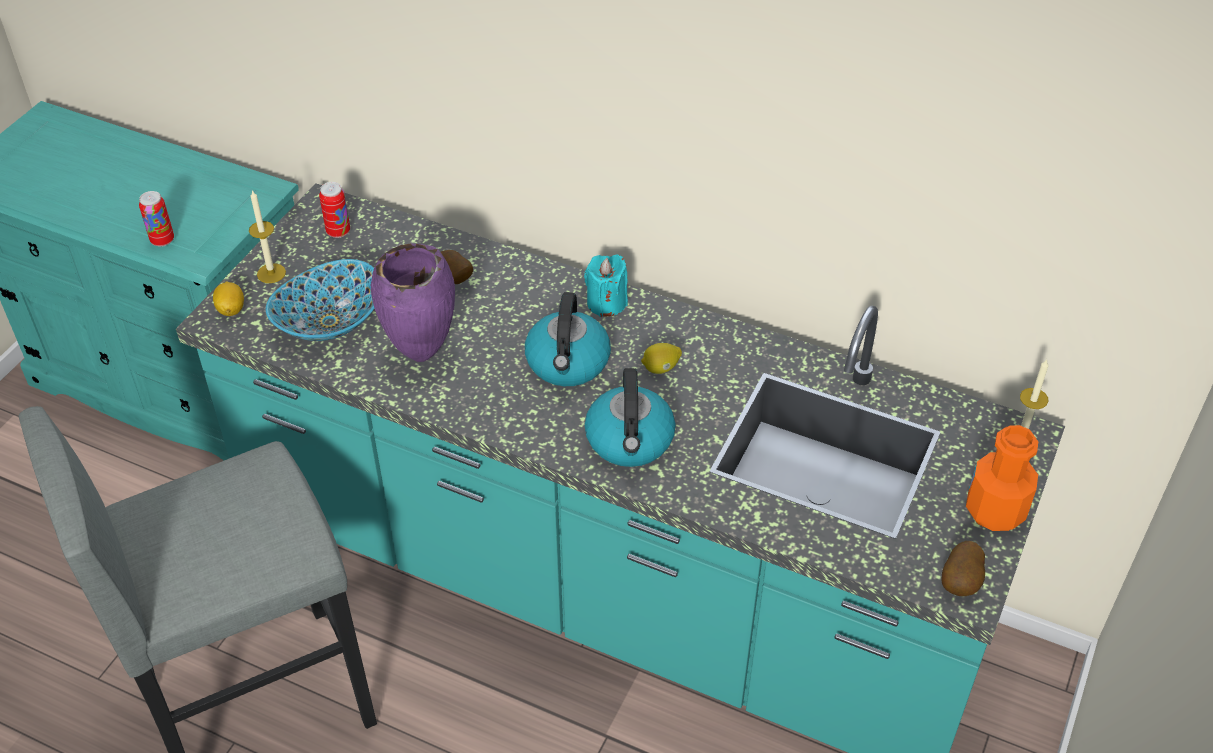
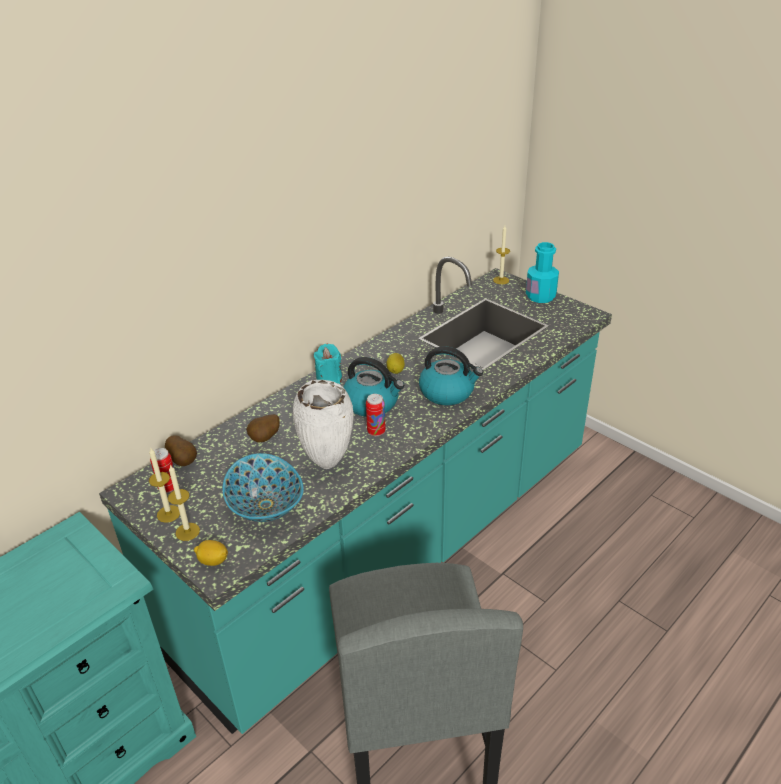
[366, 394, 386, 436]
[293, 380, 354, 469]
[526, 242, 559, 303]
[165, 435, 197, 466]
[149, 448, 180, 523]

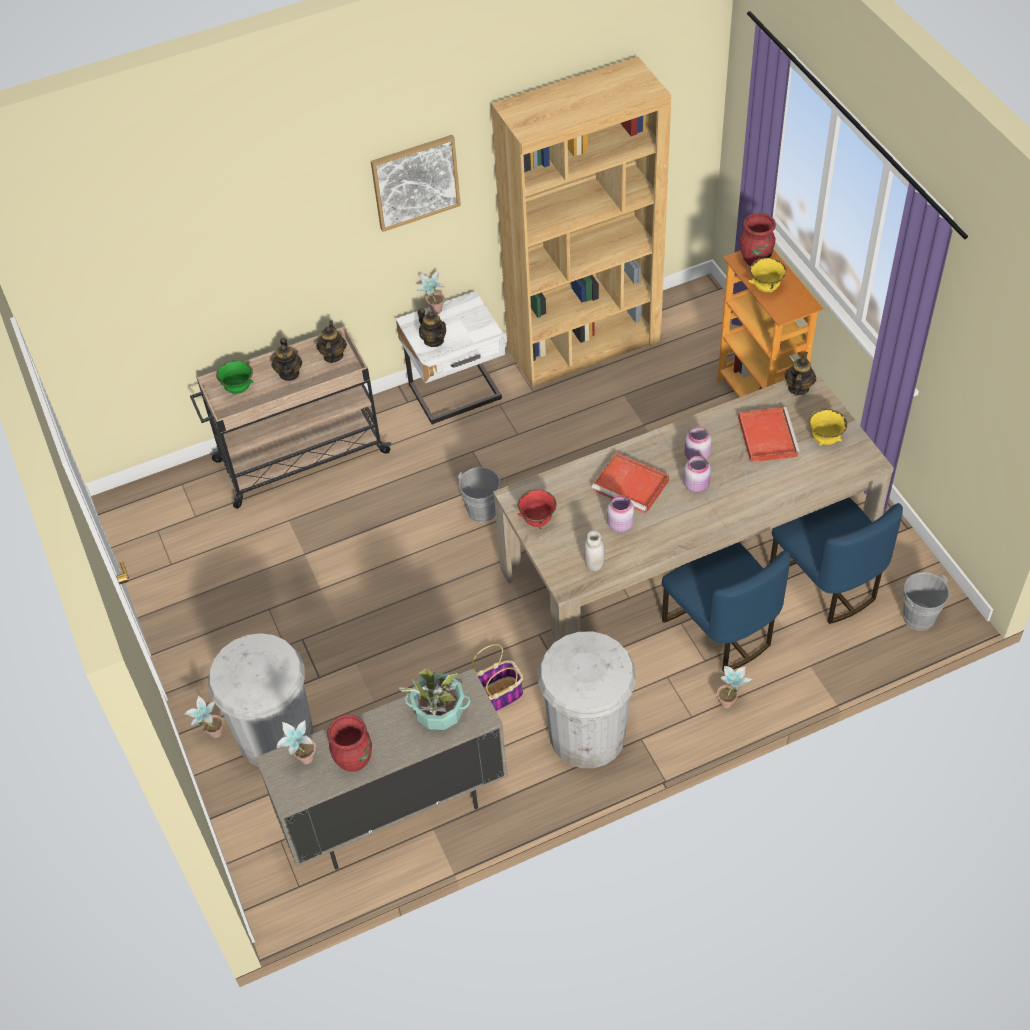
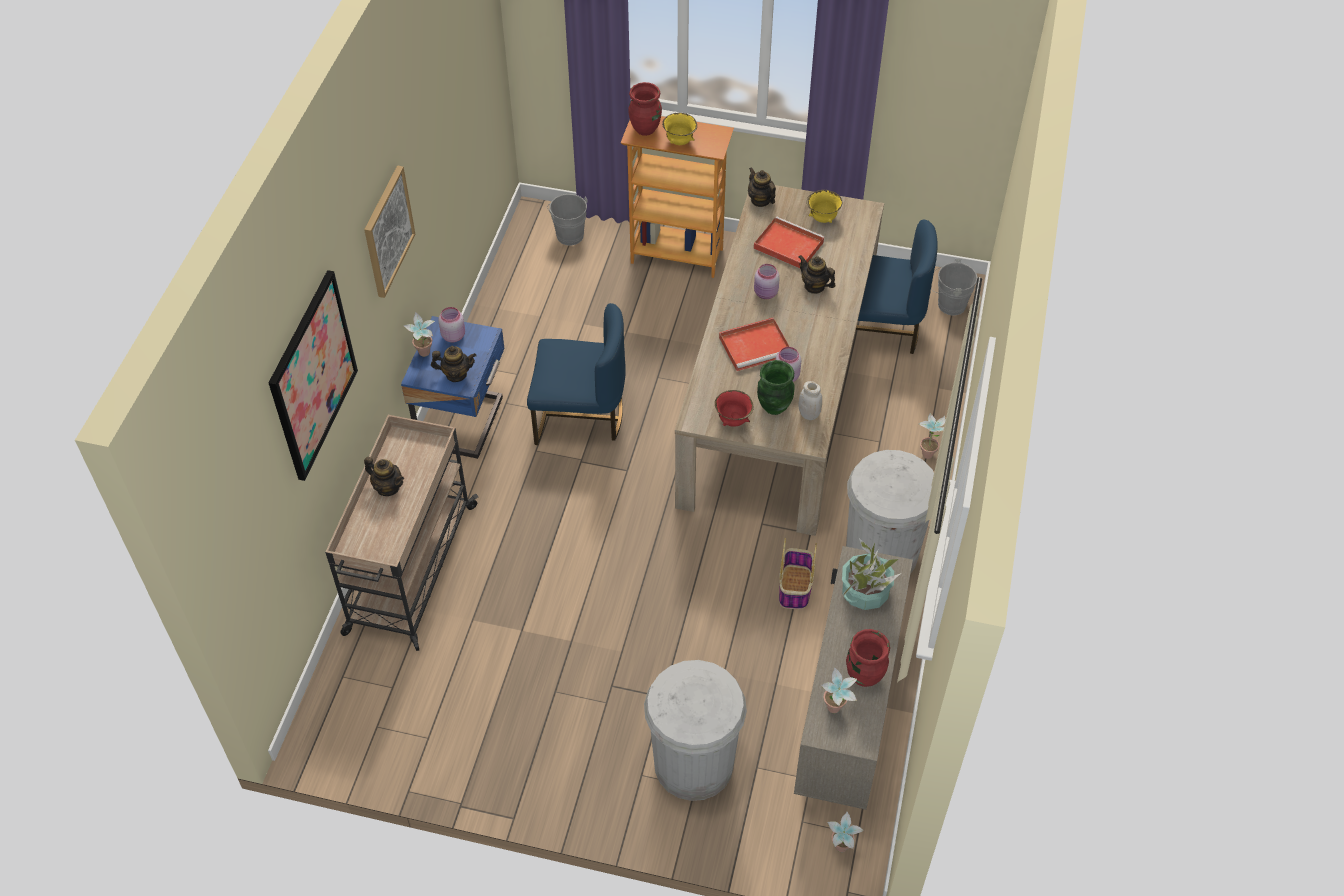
[491, 56, 671, 388] (first image)
[401, 316, 504, 459]
[798, 255, 836, 294]
[216, 360, 254, 395] (first image)
[438, 307, 465, 342]
[547, 194, 588, 245]
[527, 303, 626, 445]
[827, 812, 864, 852]
[269, 270, 358, 481]
[757, 360, 795, 415]

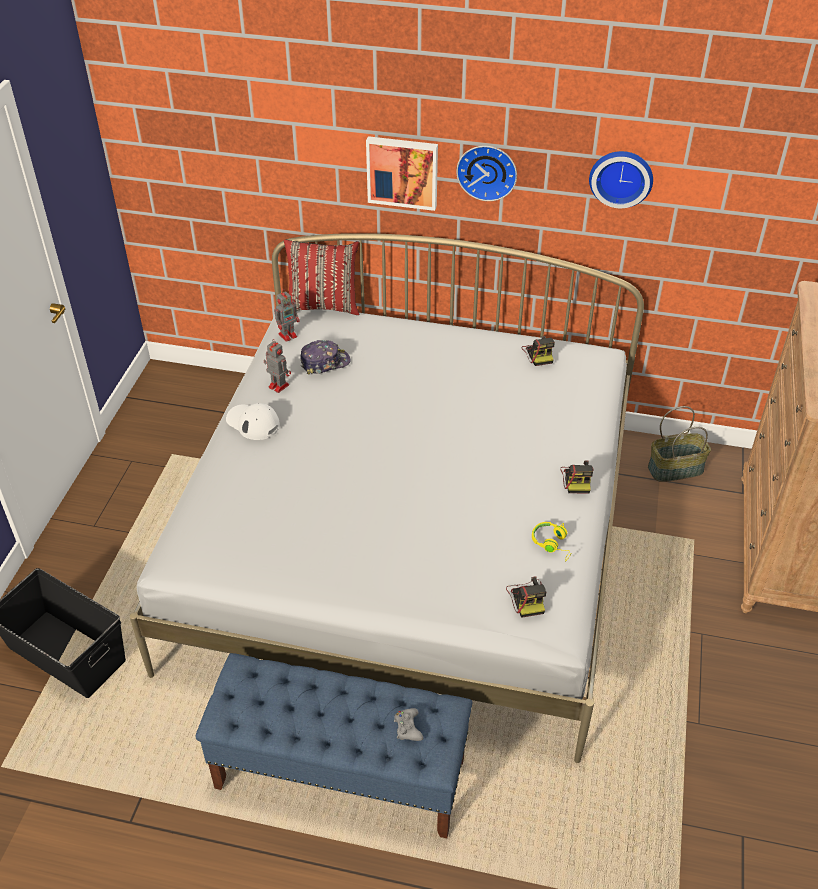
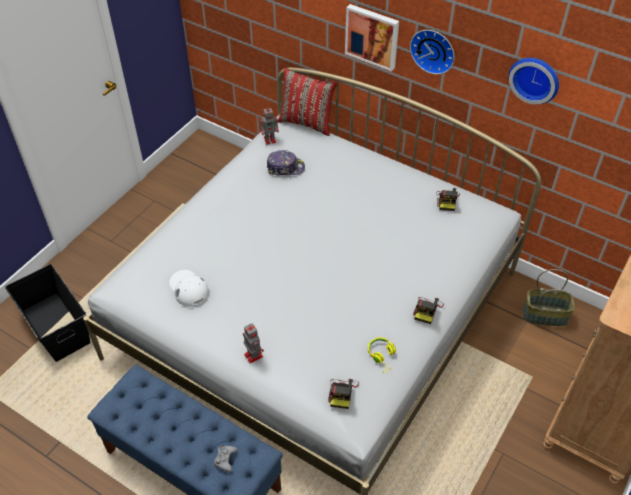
[243, 323, 264, 364]
[169, 270, 209, 307]

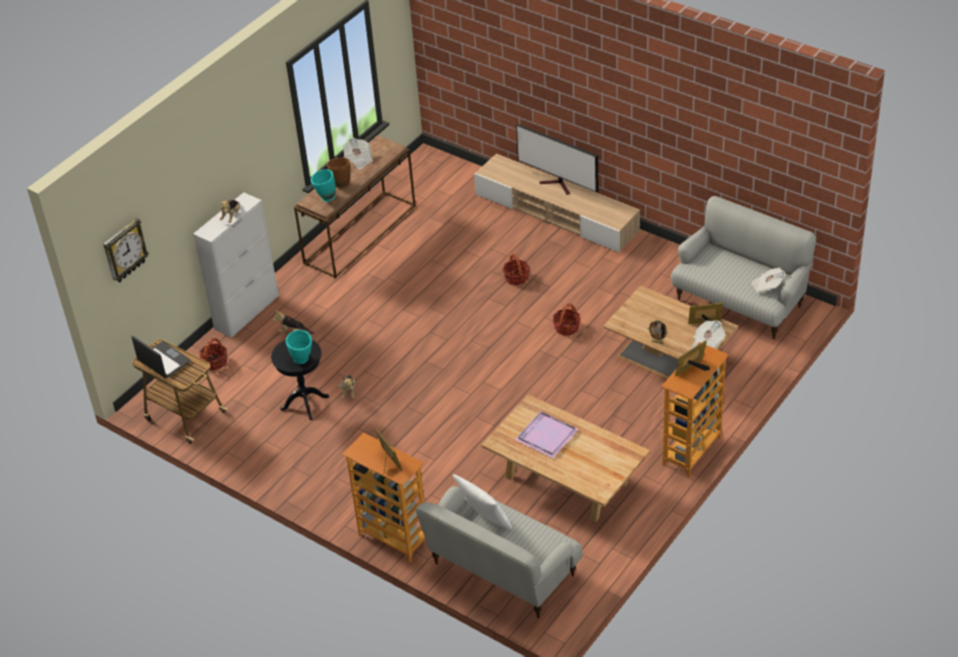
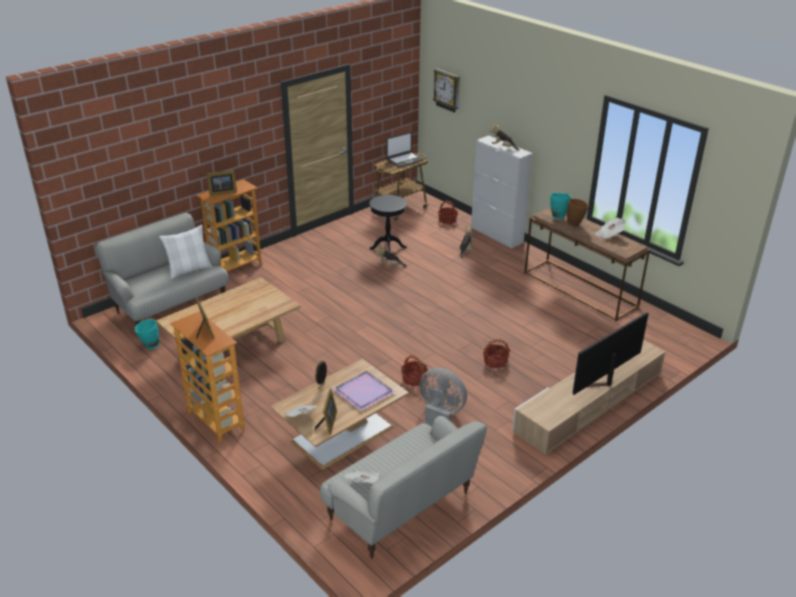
[135, 319, 160, 350]
[333, 371, 395, 411]
[419, 368, 467, 427]

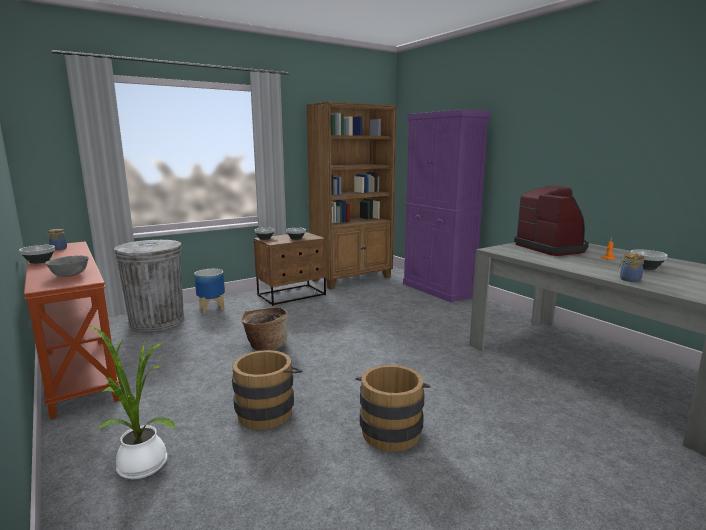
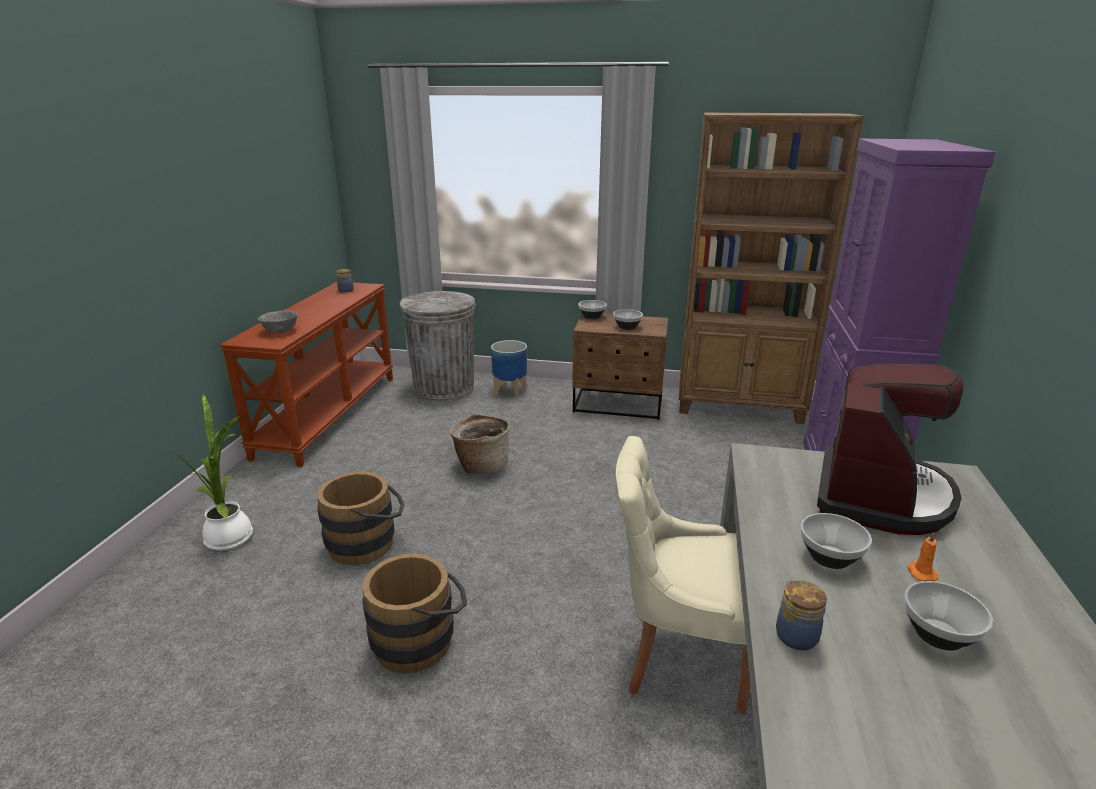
[801, 513, 872, 569]
[616, 436, 750, 714]

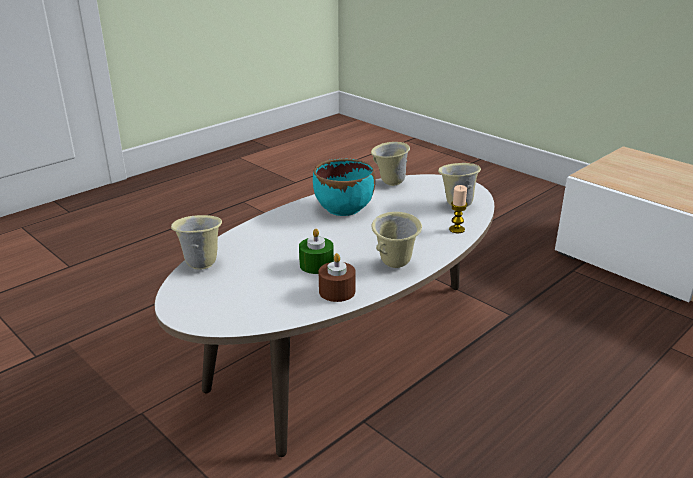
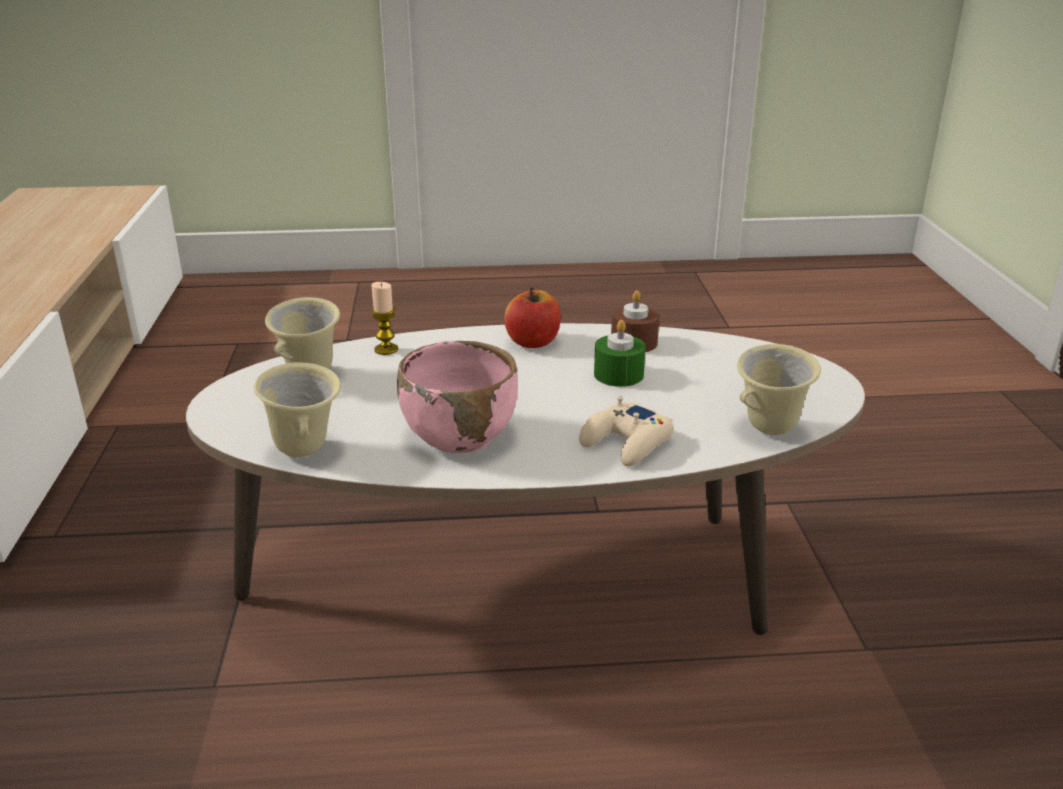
[397, 341, 518, 453]
[504, 287, 561, 348]
[579, 396, 674, 467]

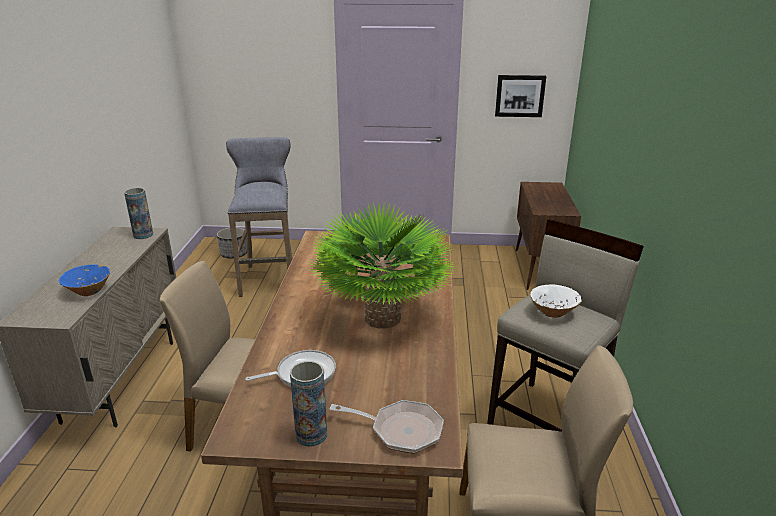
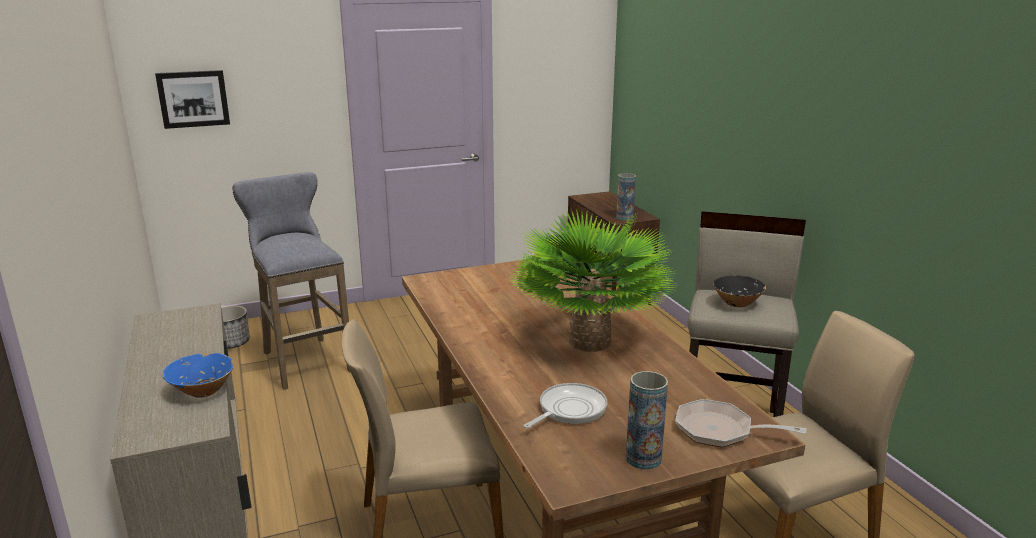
[155, 70, 230, 129]
[616, 173, 636, 221]
[713, 276, 766, 307]
[675, 399, 807, 447]

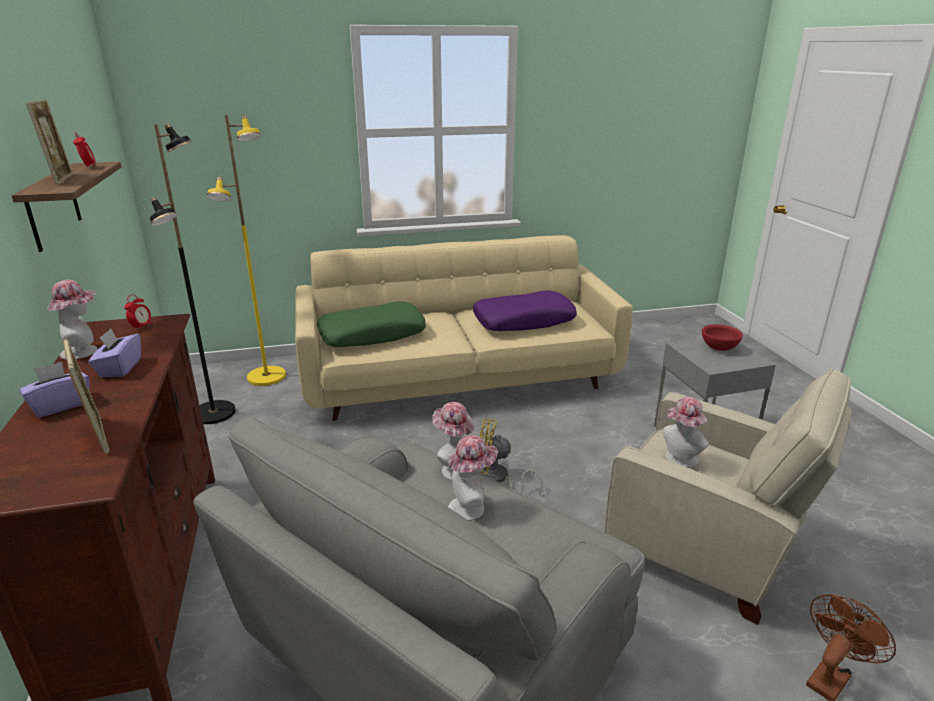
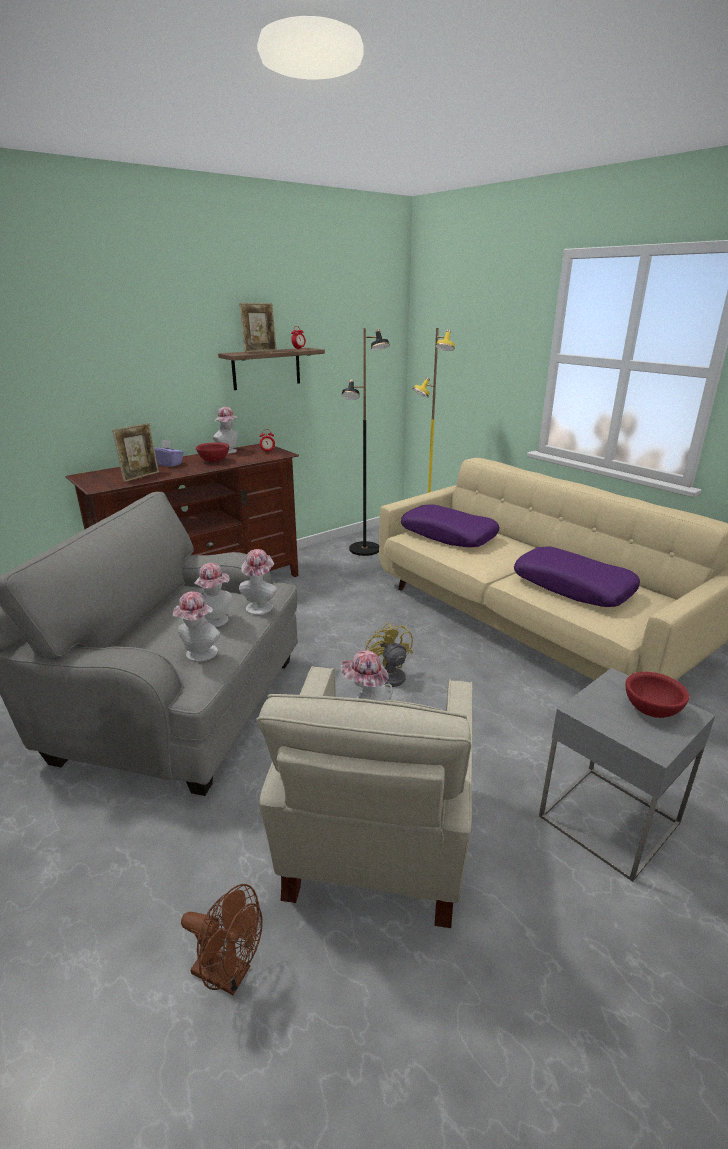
[401, 504, 500, 547]
[196, 442, 229, 462]
[173, 591, 220, 662]

